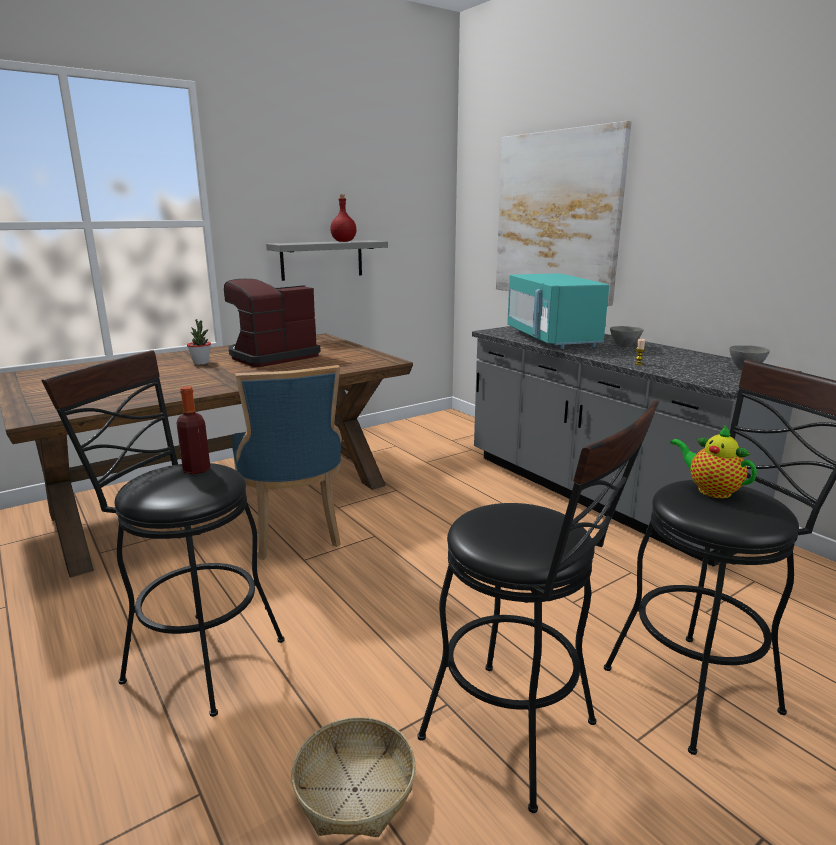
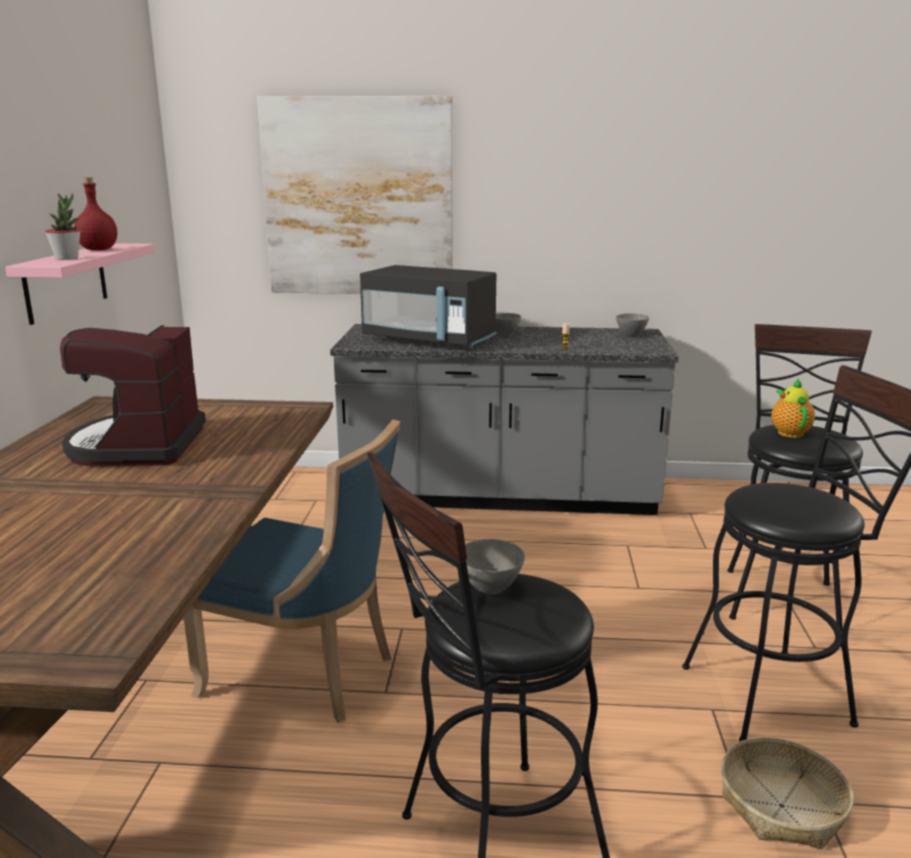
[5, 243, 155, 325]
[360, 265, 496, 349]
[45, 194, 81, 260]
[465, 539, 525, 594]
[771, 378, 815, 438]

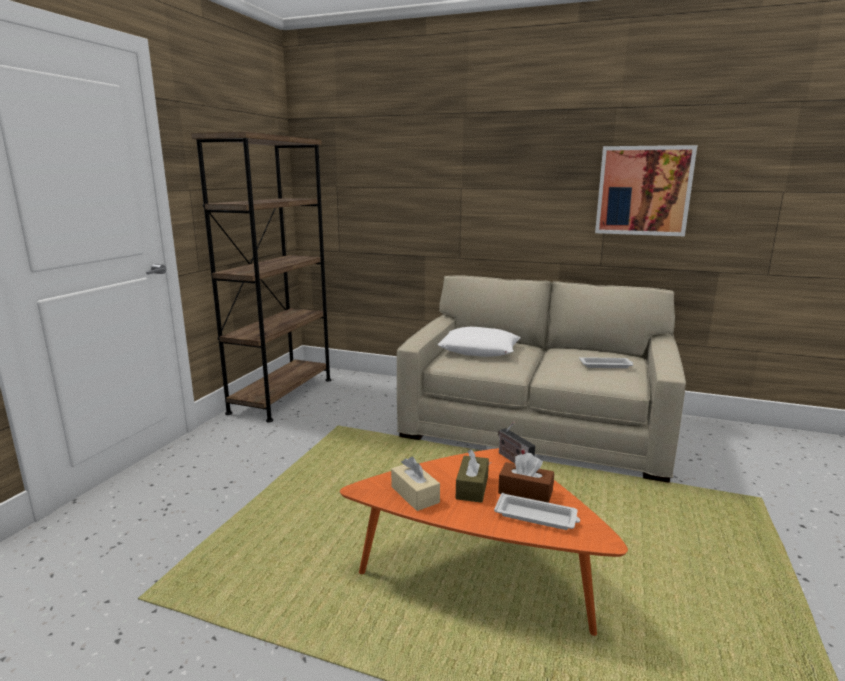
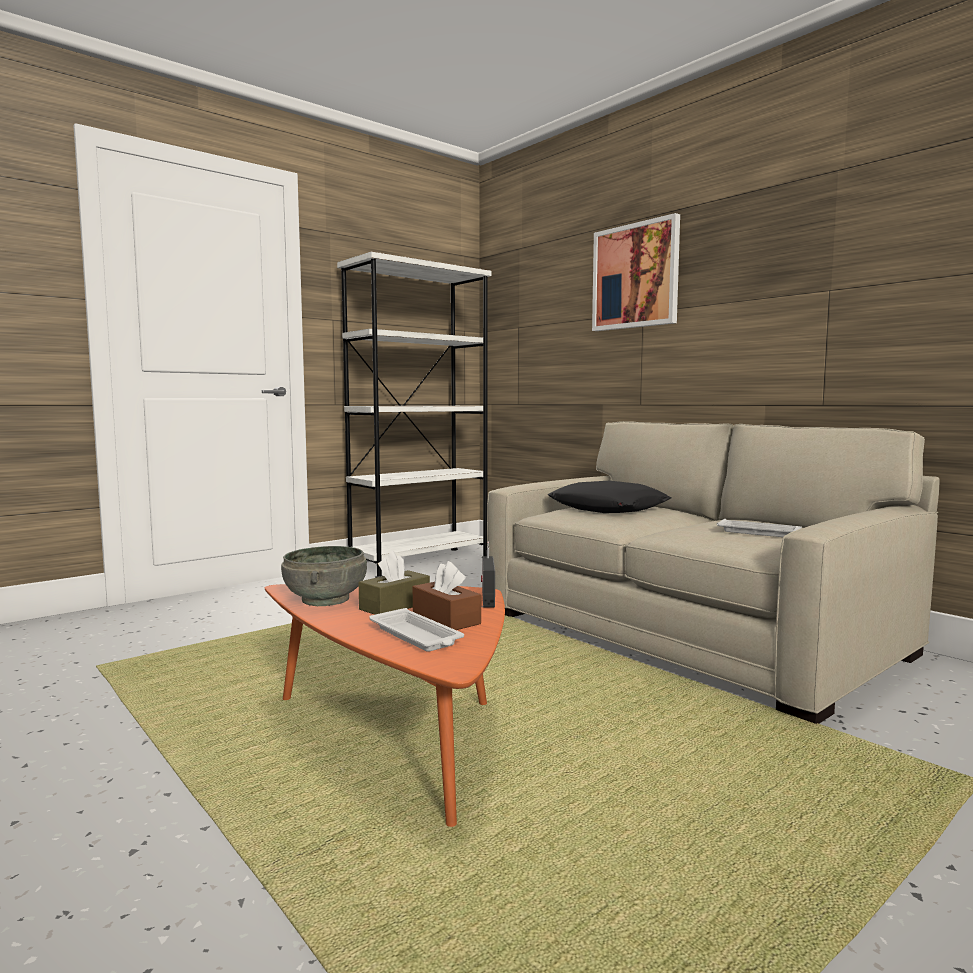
[337, 251, 491, 578]
[592, 213, 680, 331]
[548, 481, 671, 513]
[281, 546, 367, 606]

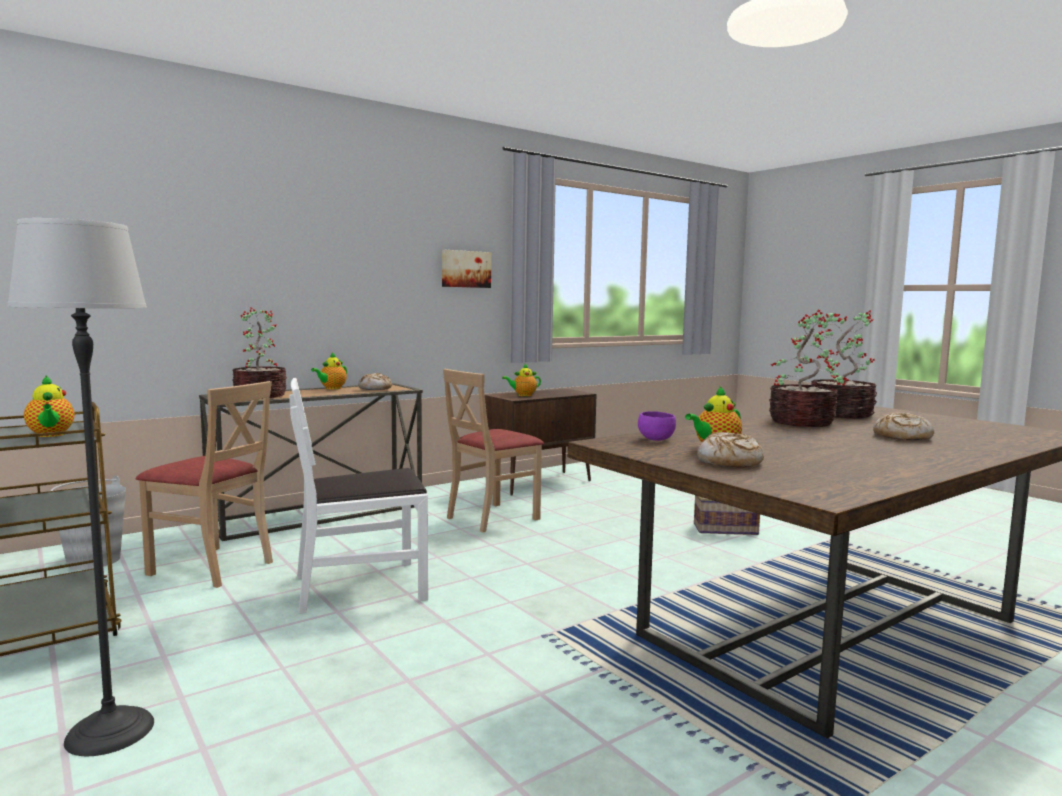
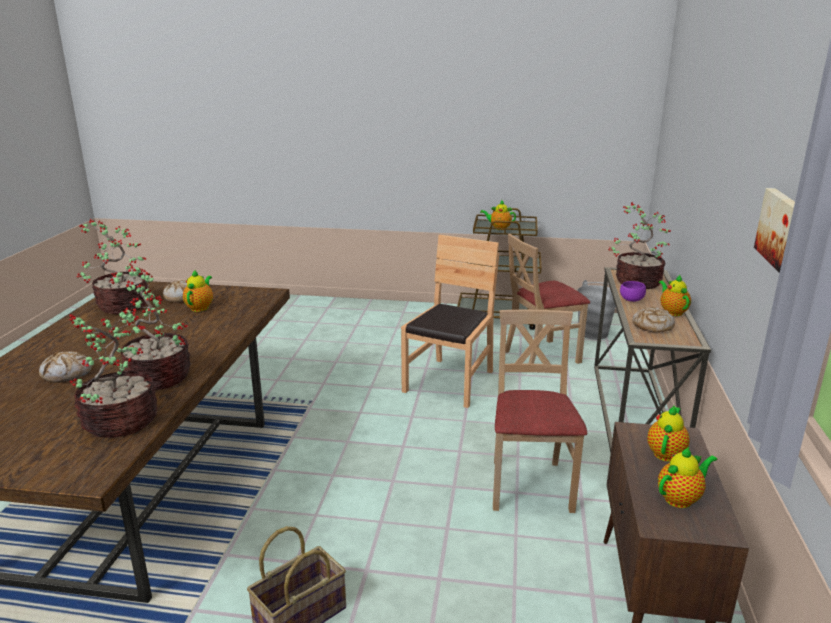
[7, 218, 154, 756] (first image)
[401, 235, 499, 408]
[620, 281, 646, 302]
[76, 218, 149, 314]
[658, 447, 717, 508]

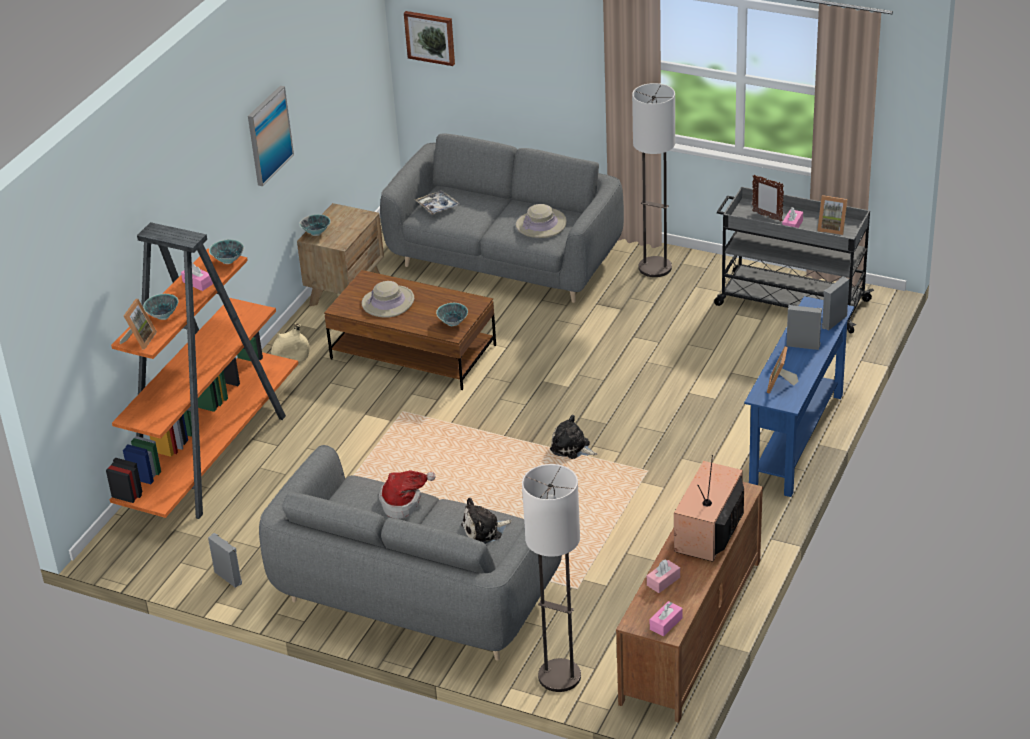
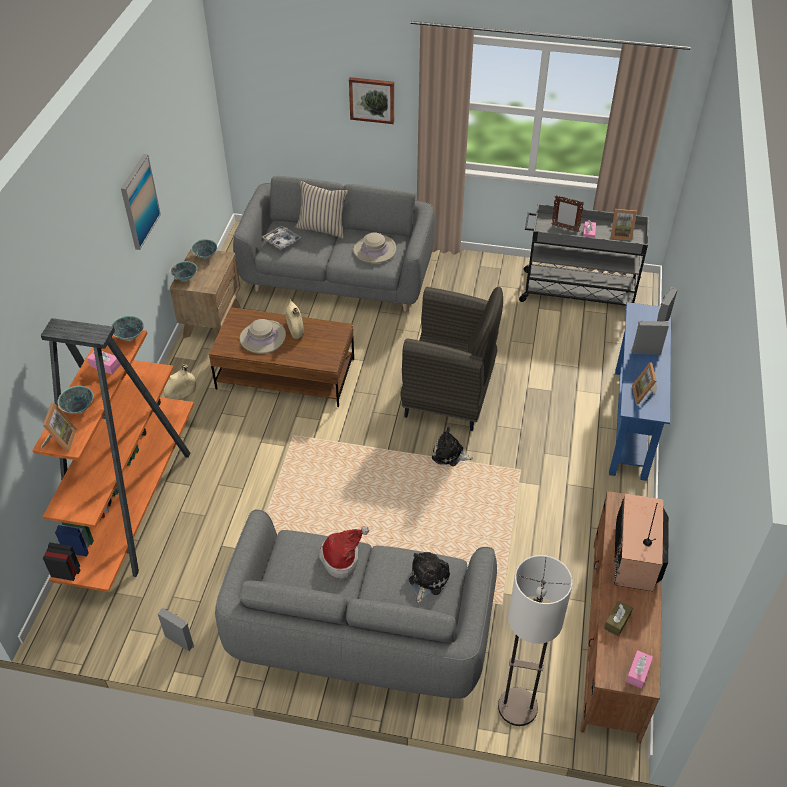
[349, 77, 394, 124]
[632, 83, 675, 277] (first image)
[191, 239, 217, 259]
[409, 552, 450, 603]
[604, 600, 633, 636]
[296, 181, 348, 239]
[400, 286, 503, 431]
[286, 299, 304, 339]

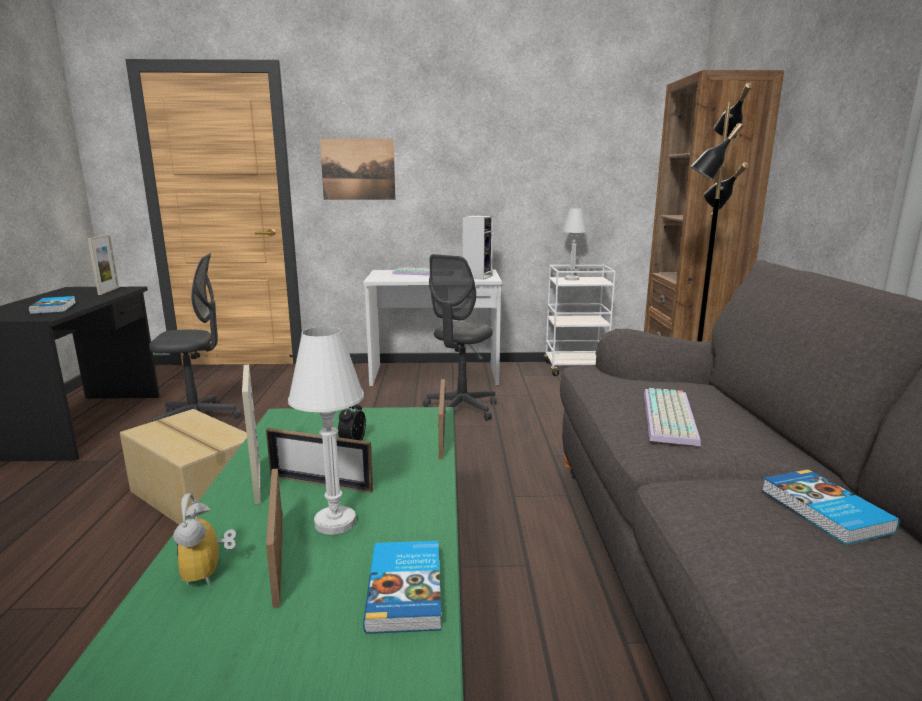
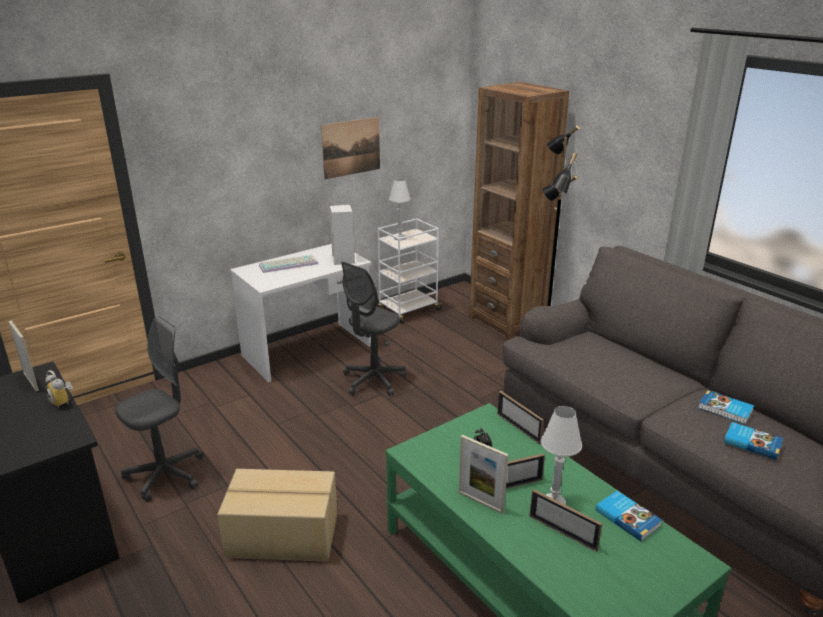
[321, 117, 380, 179]
[341, 262, 406, 396]
[724, 422, 783, 460]
[644, 388, 701, 446] (first image)
[46, 370, 73, 408]

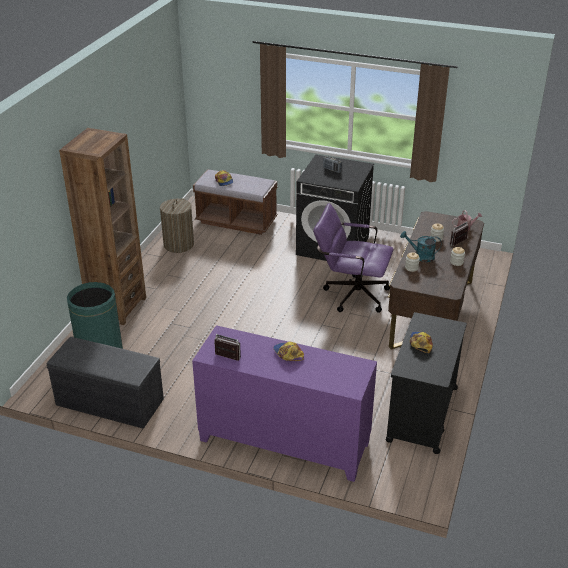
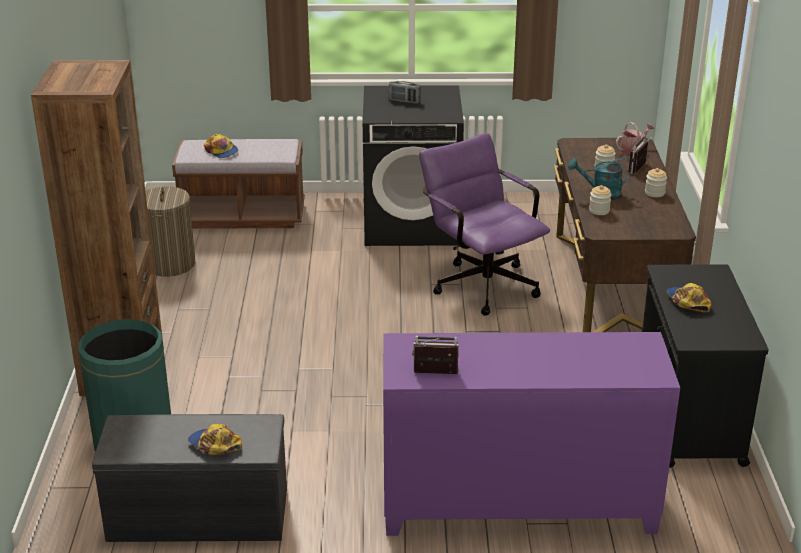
[419, 133, 550, 316]
[188, 424, 242, 455]

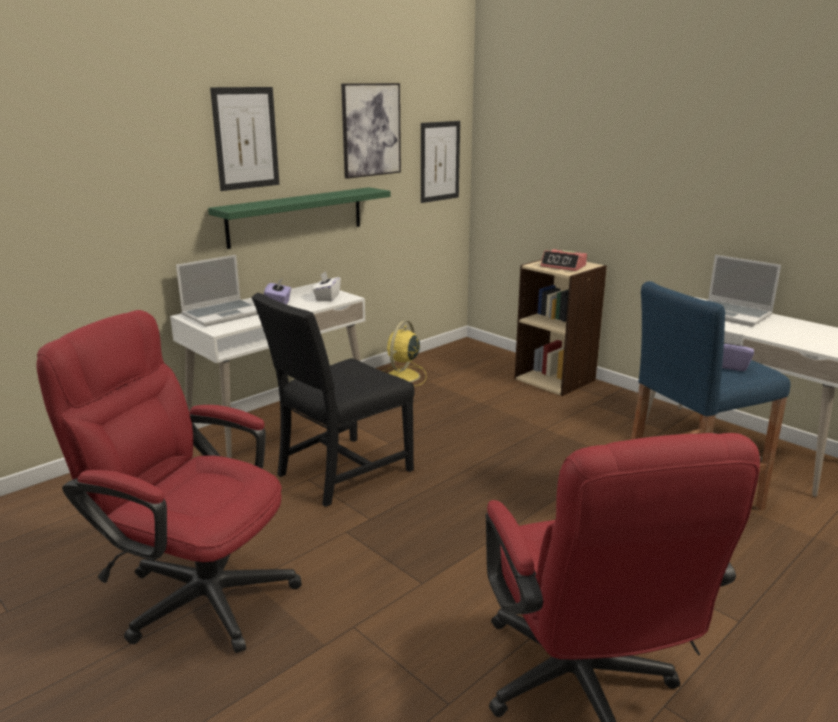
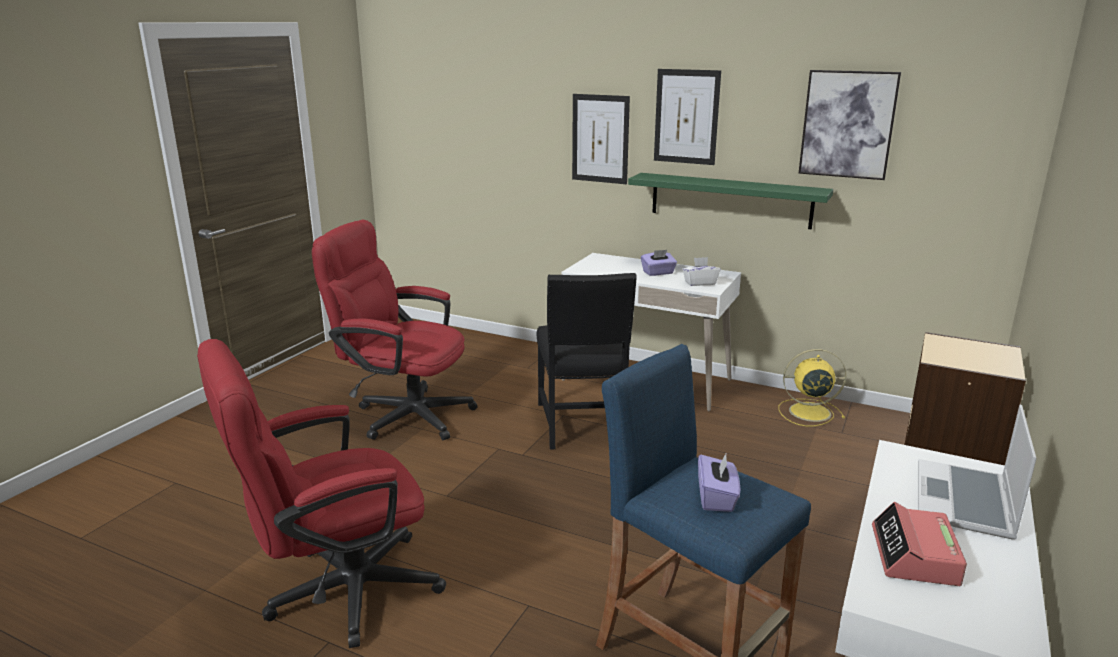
[572, 94, 630, 184]
[872, 502, 967, 586]
[176, 255, 258, 327] (first image)
[537, 273, 637, 450]
[312, 220, 478, 440]

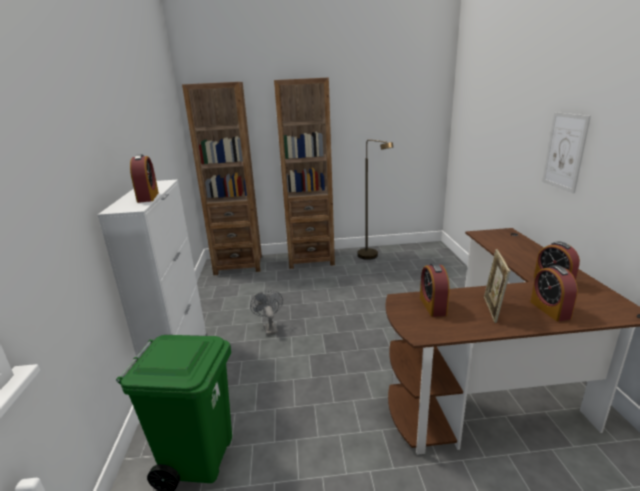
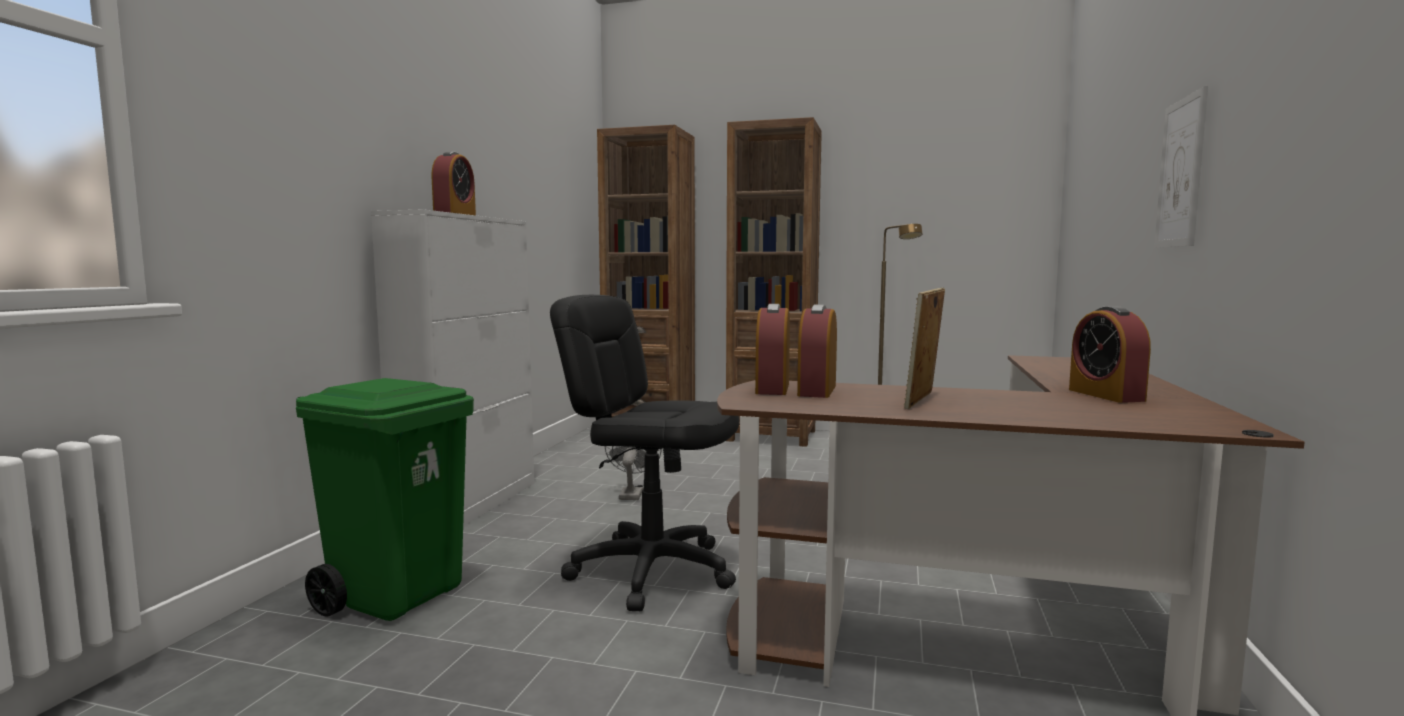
[755, 304, 790, 395]
[550, 295, 739, 611]

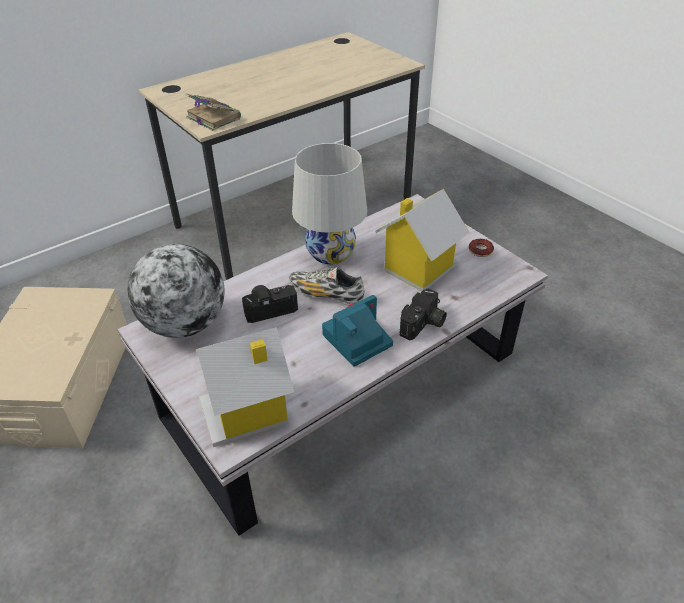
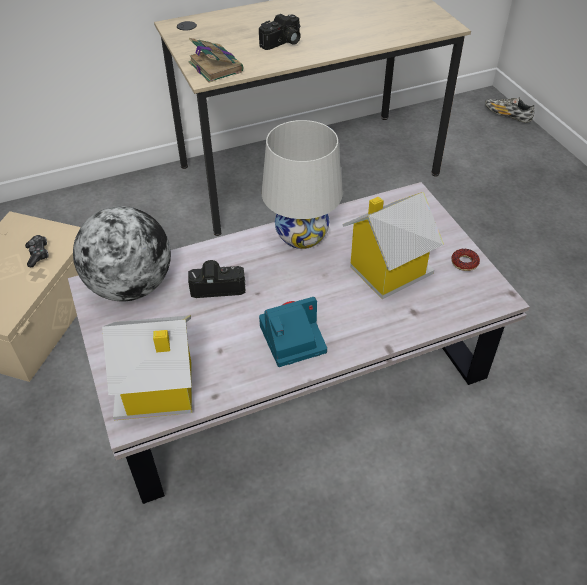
[485, 97, 534, 123]
[259, 14, 301, 50]
[25, 235, 49, 267]

